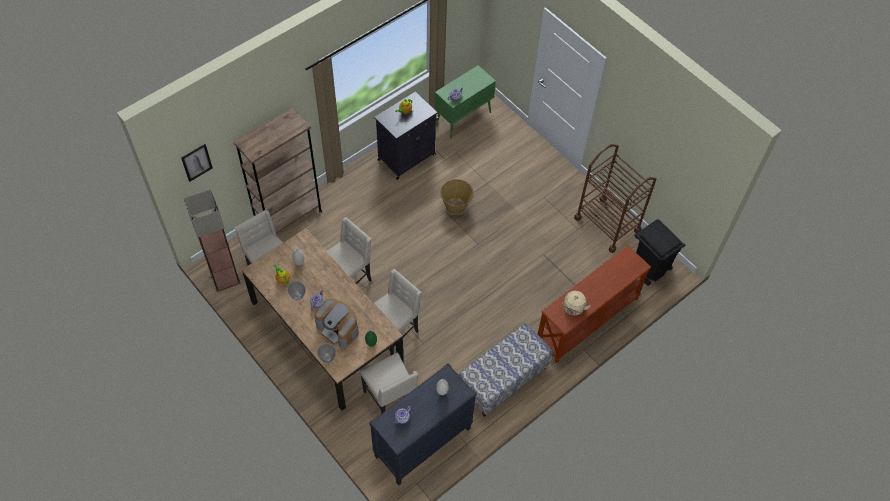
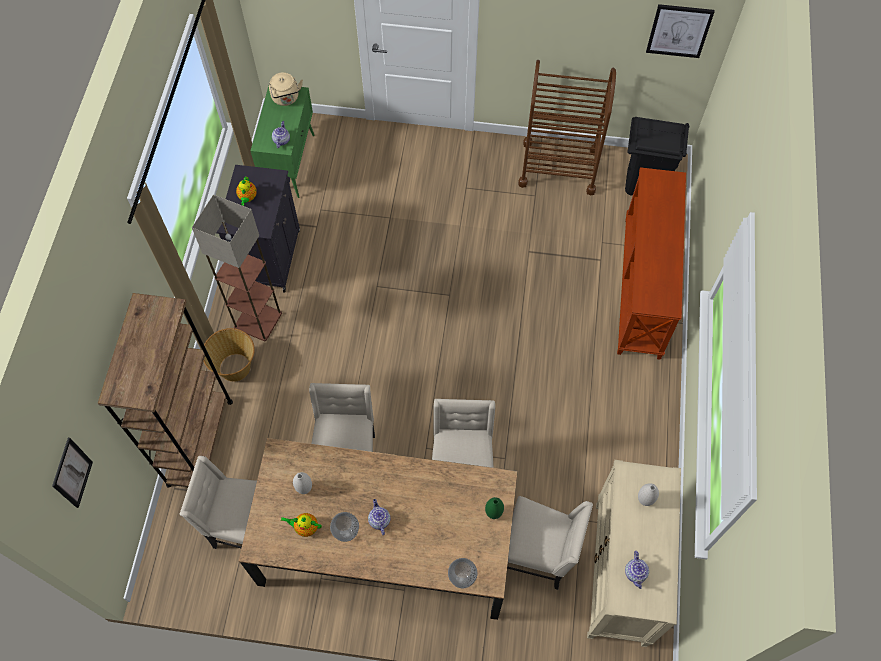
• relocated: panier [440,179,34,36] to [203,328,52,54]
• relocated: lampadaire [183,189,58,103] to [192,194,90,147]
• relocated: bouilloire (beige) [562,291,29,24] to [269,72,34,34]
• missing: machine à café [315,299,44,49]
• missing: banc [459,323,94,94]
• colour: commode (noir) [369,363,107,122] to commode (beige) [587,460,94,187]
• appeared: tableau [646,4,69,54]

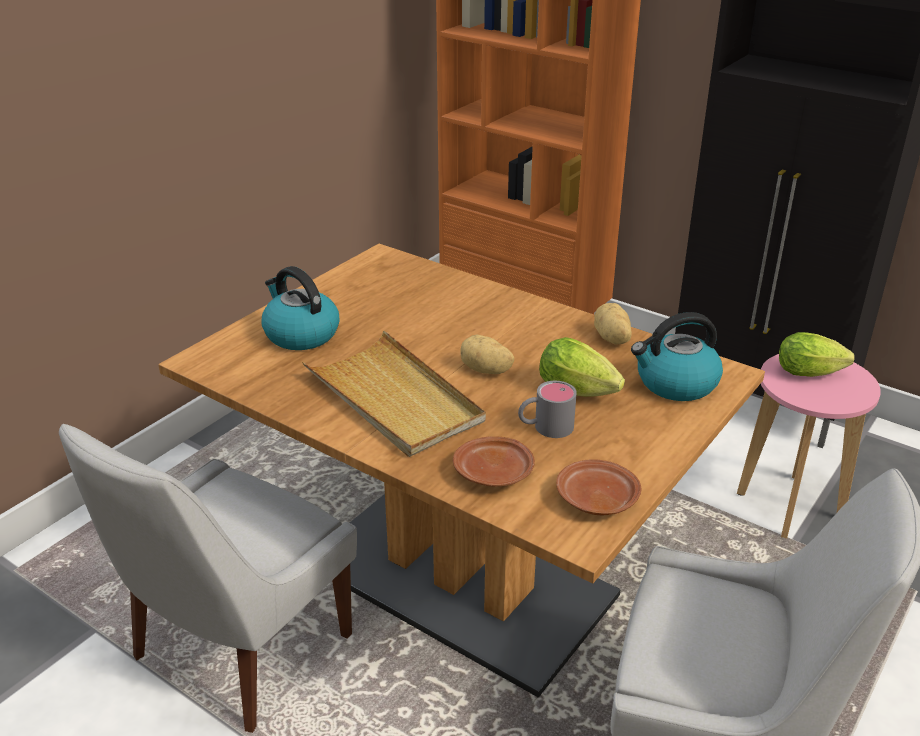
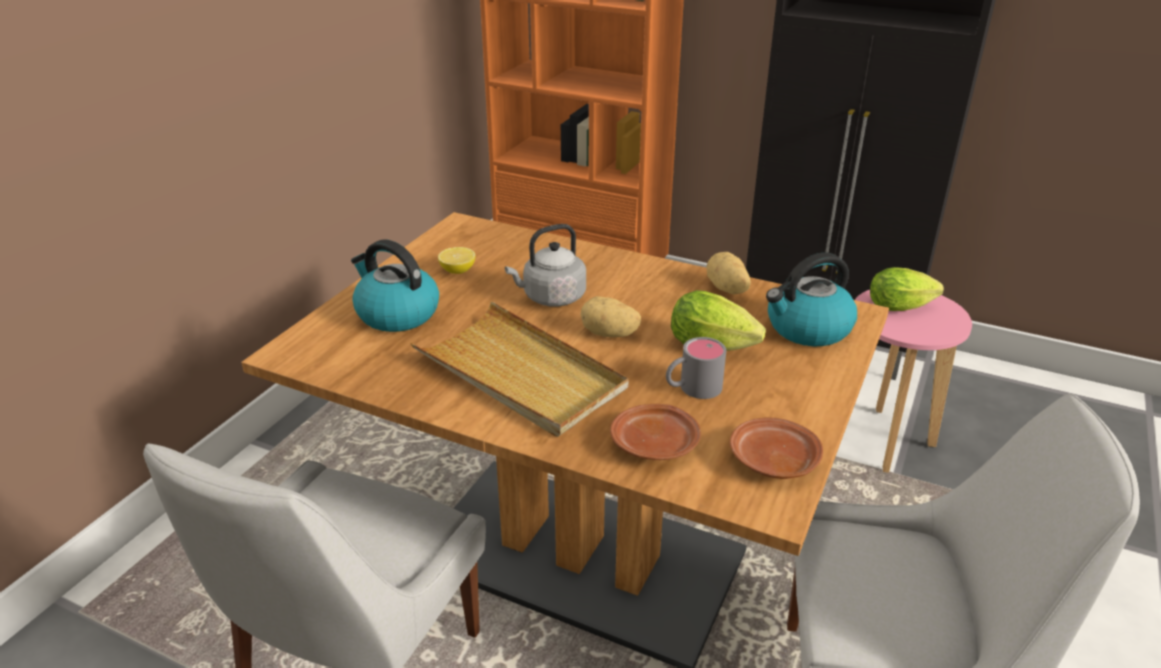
• appeared: bouilloire (gris) [505,224,81,83]
• appeared: citron [438,247,37,27]

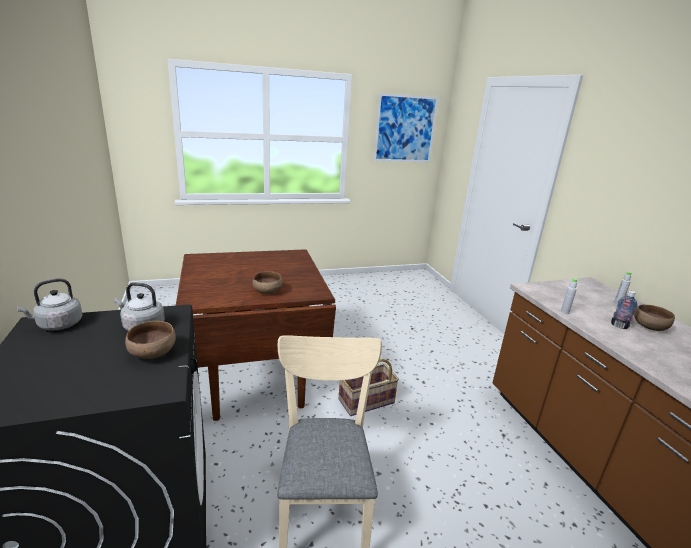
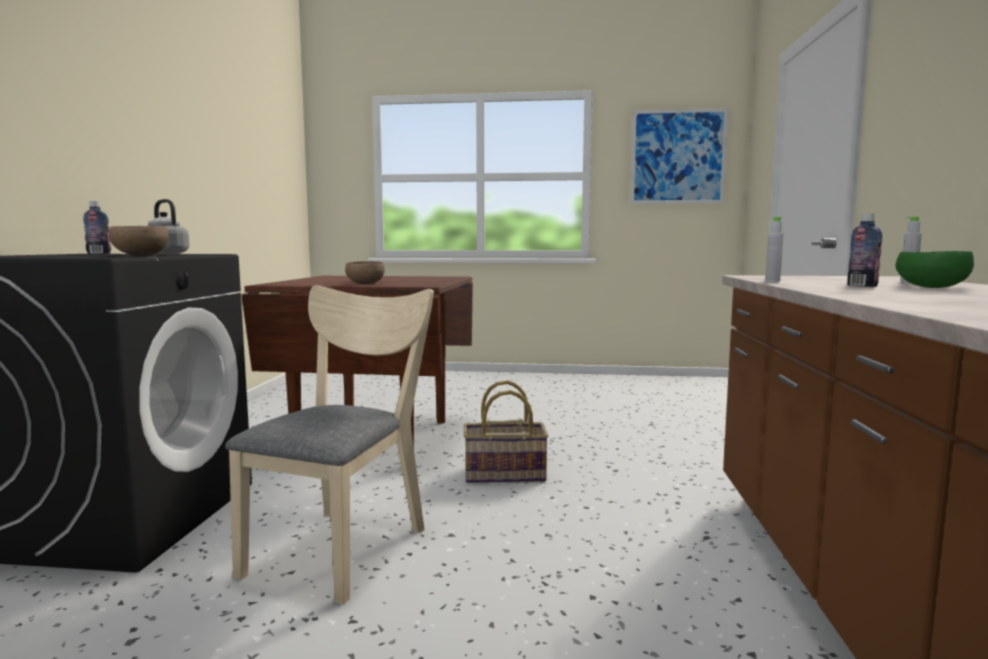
• exchanged: bouilloire (gris) [16,278,66,52] to bouteille [83,201,28,53]
• colour: bol (marron) [634,305,41,26] to bol (vert) [895,251,79,37]

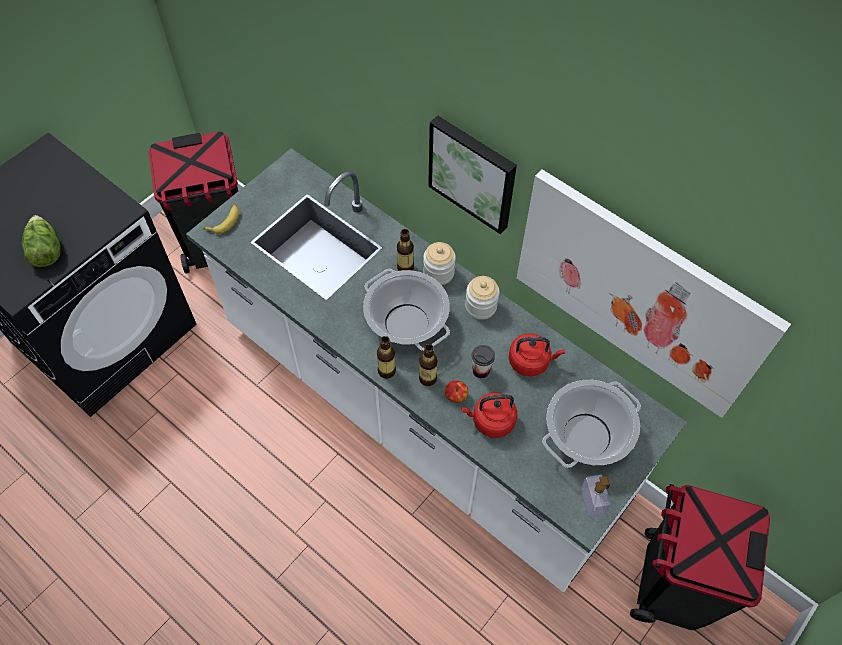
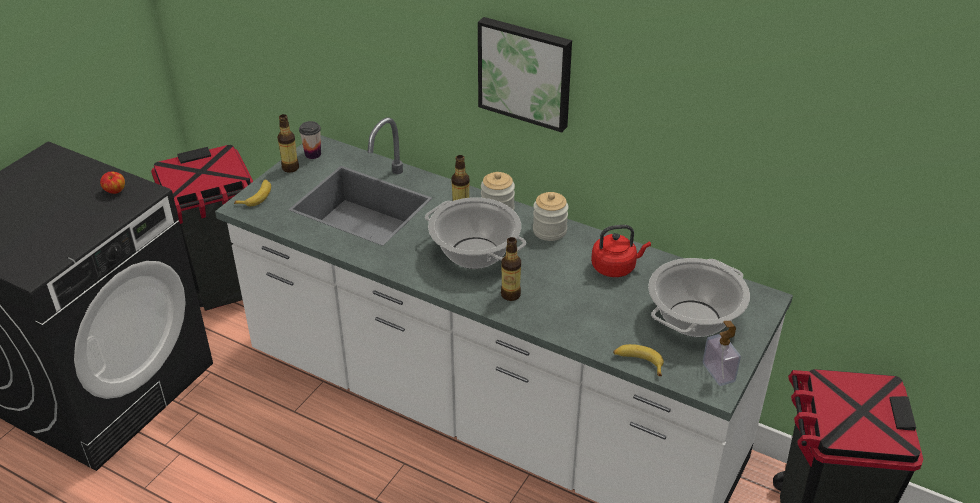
• missing: tableau [517,169,274,249]
• missing: laitue [22,215,39,52]
• relocated: bouteille [377,336,19,43] to [277,114,22,59]
• relocated: tasse [472,345,23,33] to [299,121,22,38]
• relocated: pomme [445,381,23,22] to [100,172,25,22]
• missing: bouilloire (rouge) [461,392,56,46]
• appeared: banane [613,344,51,32]

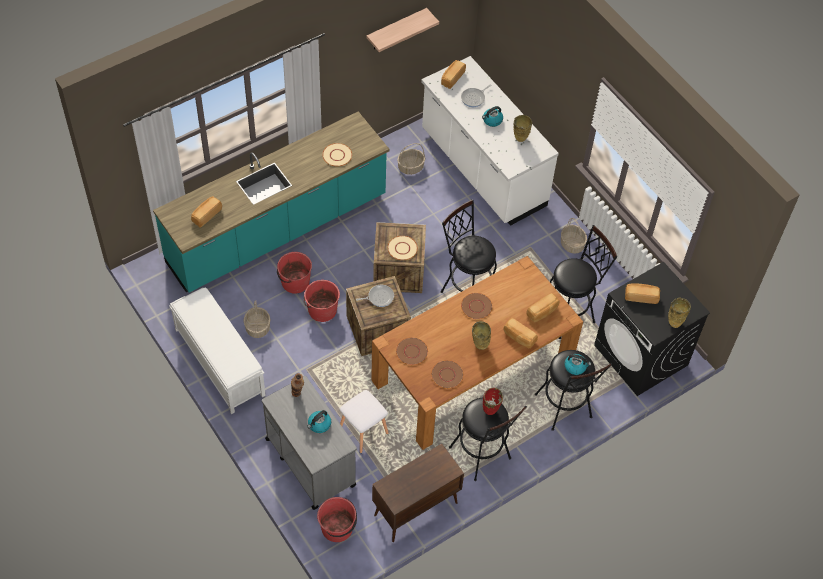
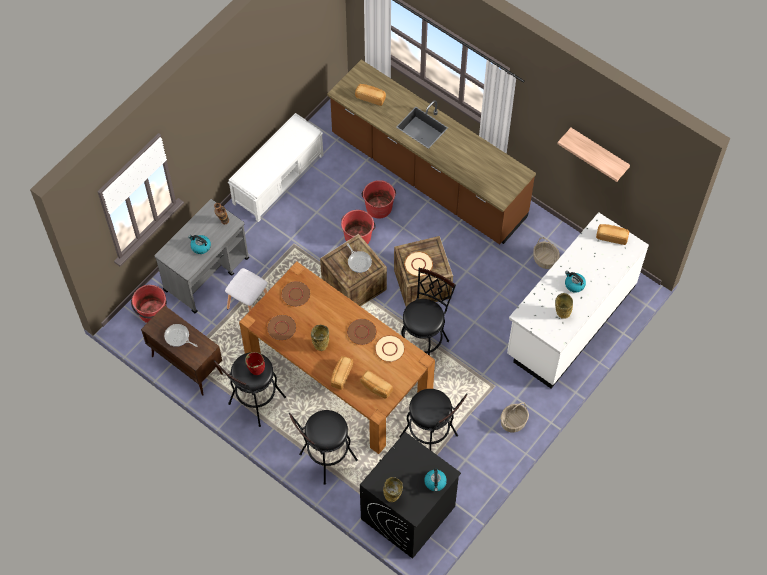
• relocated: poêle [461,84,30,23] to [164,324,33,23]
• colour: comptoir de cuisine (turquoise) [153,111,236,182] to comptoir de cuisine (marron) [327,60,209,184]
• relocated: assiette (beige) [322,143,30,23] to [375,335,30,27]
• missing: pain [625,283,35,21]
• missing: panier [244,301,26,37]
• relocated: bouilloire [565,354,26,21] to [424,468,23,24]

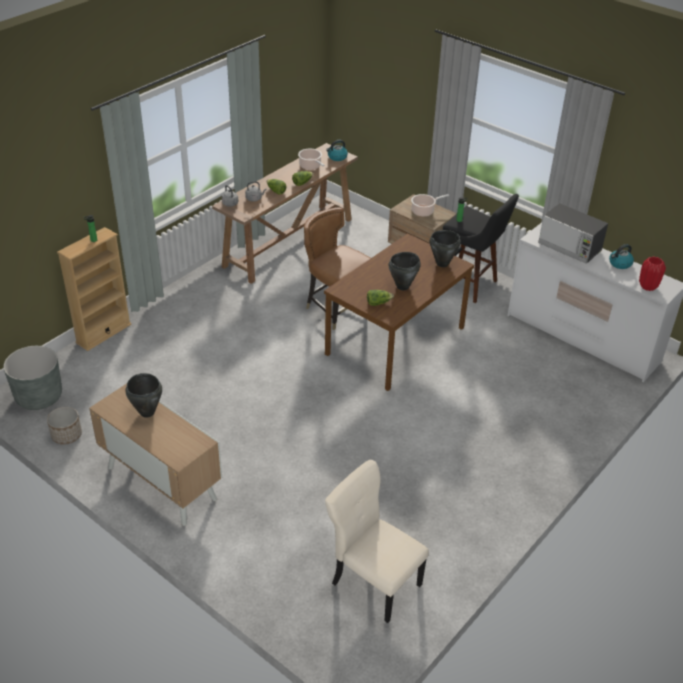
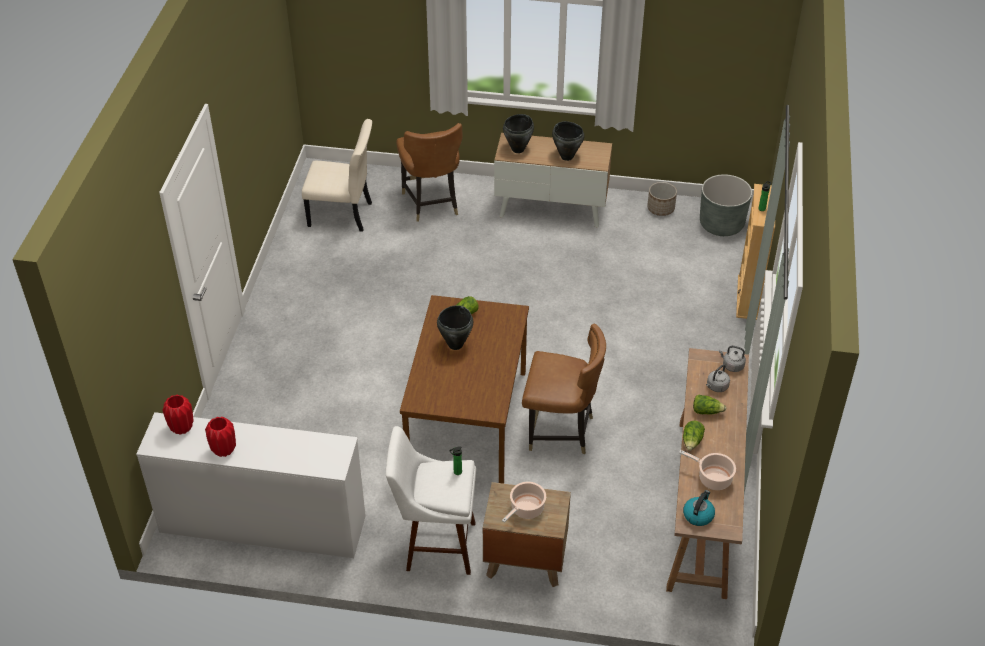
• colour: tabouret (noir) [443,194,76,109] to tabouret (blanc) [386,426,90,149]
• missing: micro-ondes [538,203,70,61]
• relocated: marmite (noir) [430,230,31,37] to [503,114,31,39]
• exchanged: bouilloire [609,244,25,25] to vase (rouge) [205,417,31,40]
• appeared: chaise (marron) [396,123,67,99]

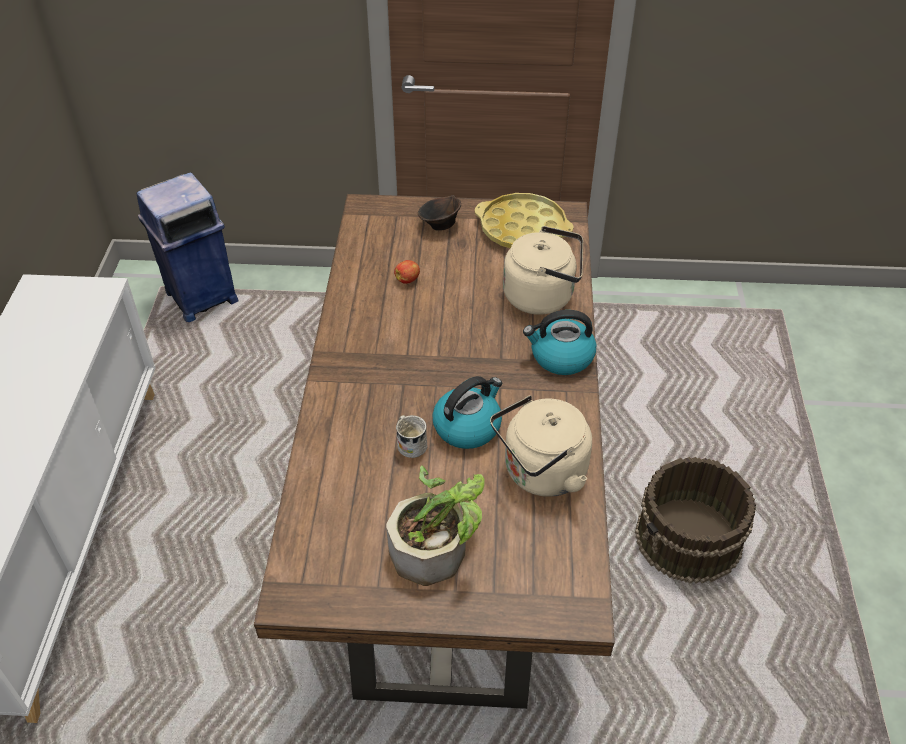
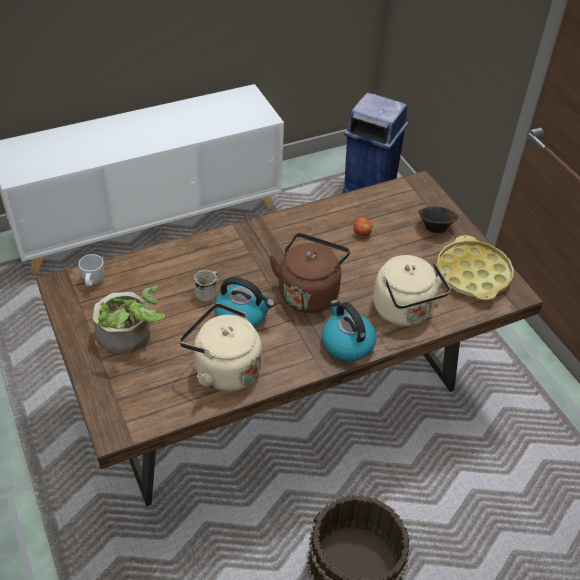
• appeared: bouilloire (marron) [269,233,81,80]
• appeared: mug (blanc) [79,254,25,32]

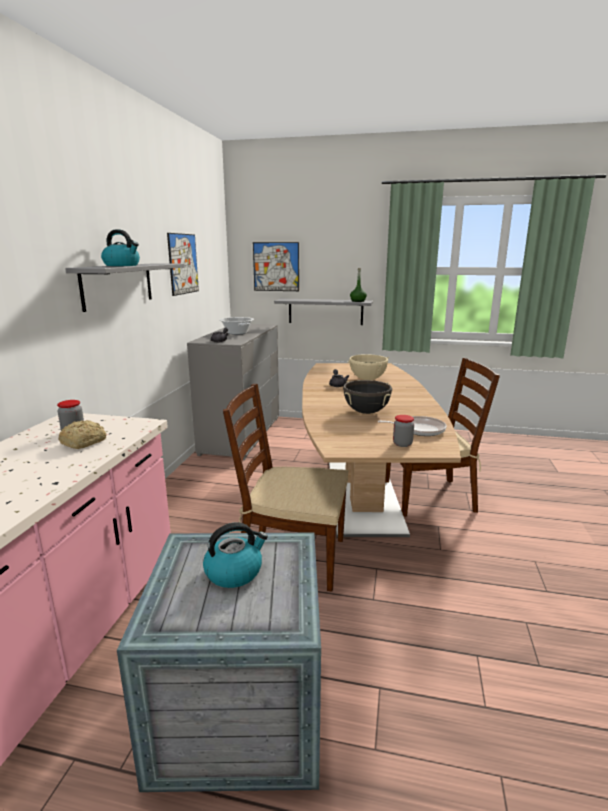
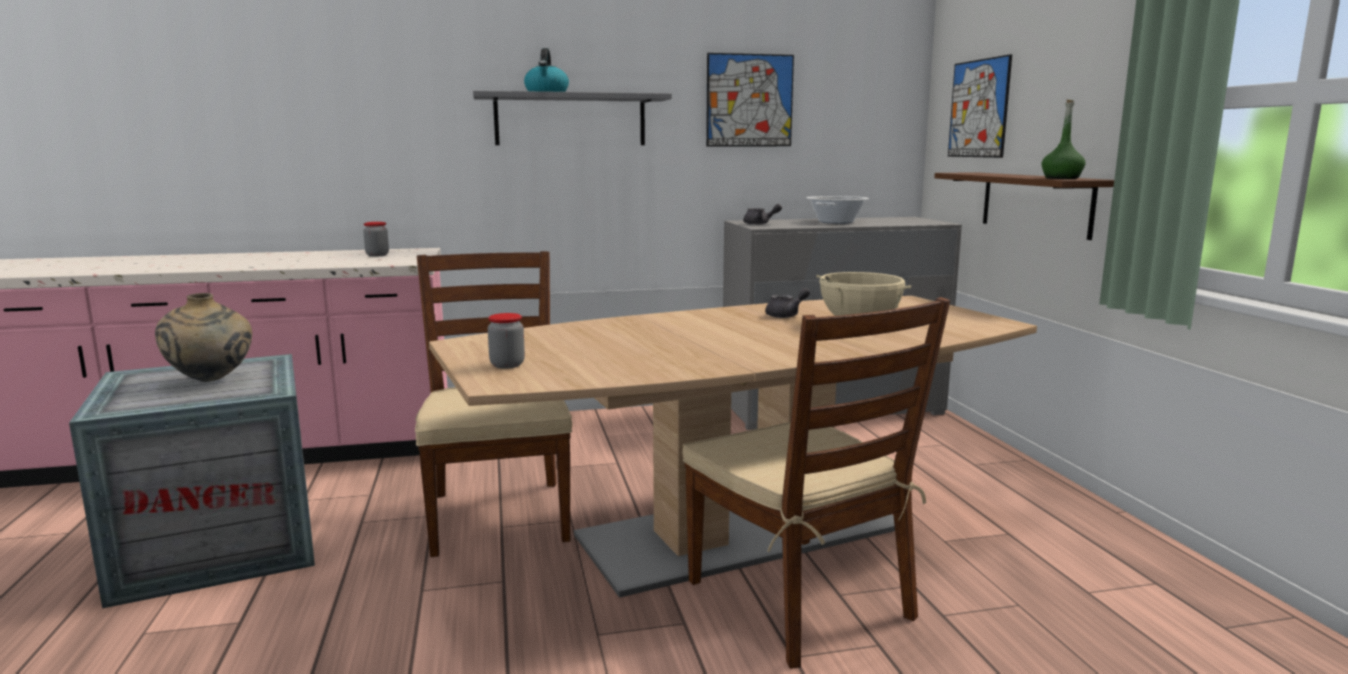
• colour: étagère (gris) [274,299,99,26] to étagère (marron) [934,172,180,68]
• missing: marmite (noir) [343,380,49,34]
• missing: poêle [378,416,69,20]
• missing: pain [58,420,49,29]
• exchanged: bouilloire [203,522,65,66] to vase (beige) [155,293,97,89]

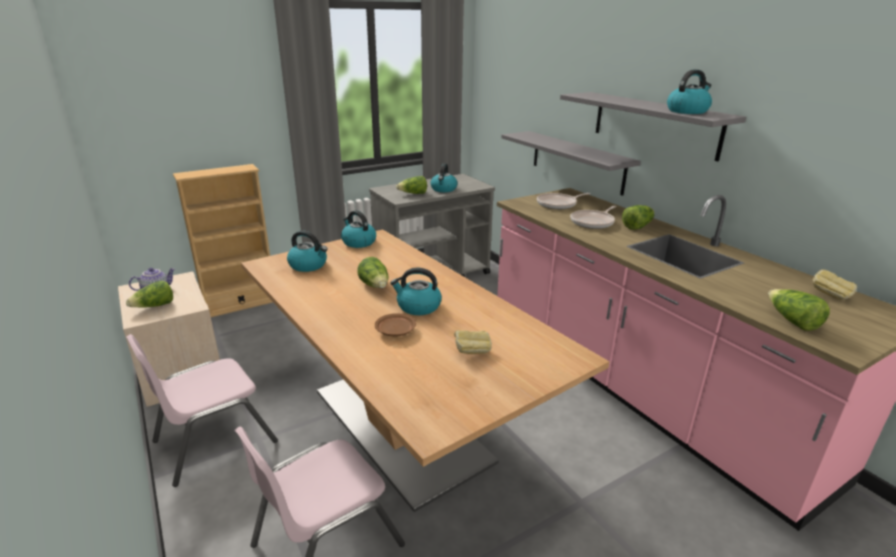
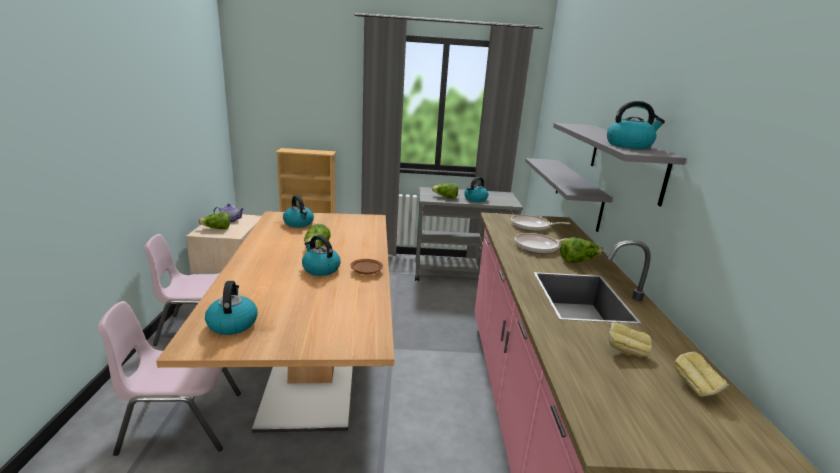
• relocated: bouilloire [341,210,35,38] to [205,281,53,54]
• missing: laitue [768,289,62,42]
• relocated: assiette (marron) [375,313,41,24] to [351,259,32,16]
• relocated: pain [454,330,38,24] to [608,322,44,35]

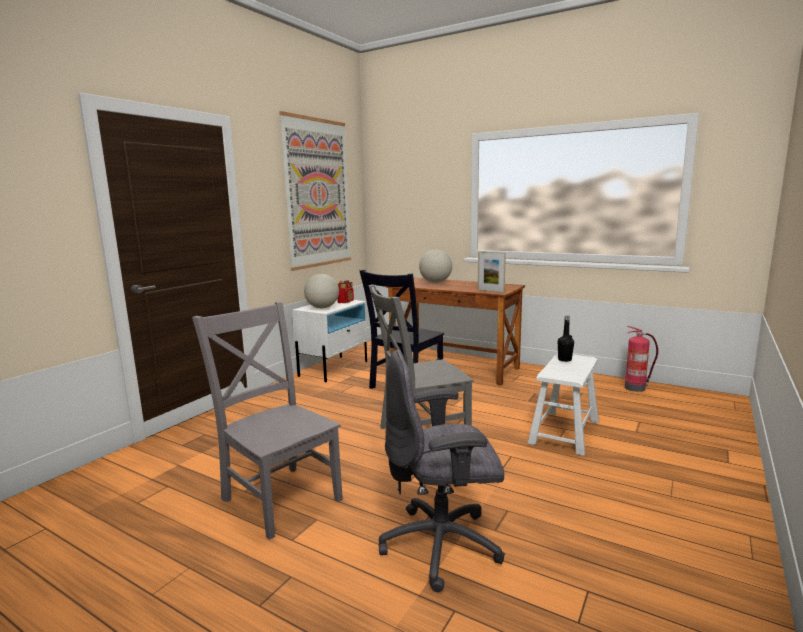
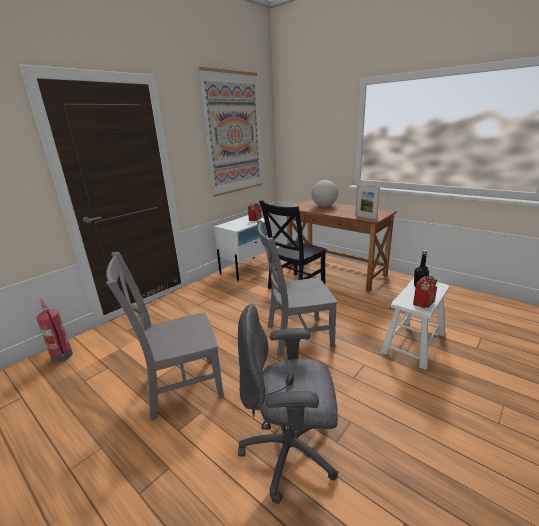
• missing: globe [304,274,35,34]
• spun: chaise (gris) [192,301,151,239] = [106,252,118,169] 75 degrees counterclockwise
• relocated: extincteur [625,326,33,66] to [36,299,37,63]
• appeared: radio [413,276,24,32]

